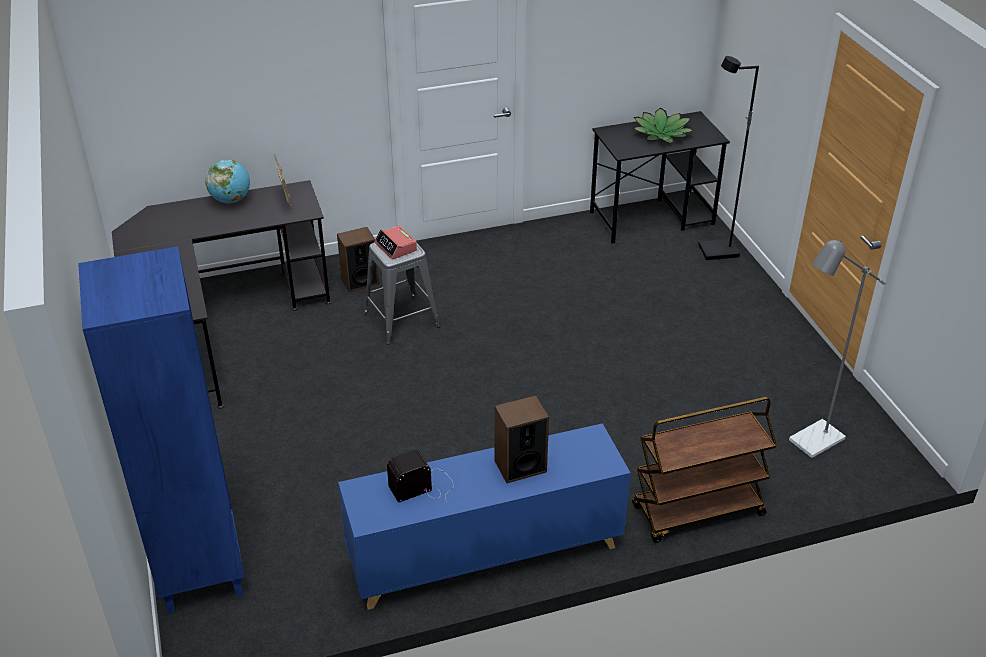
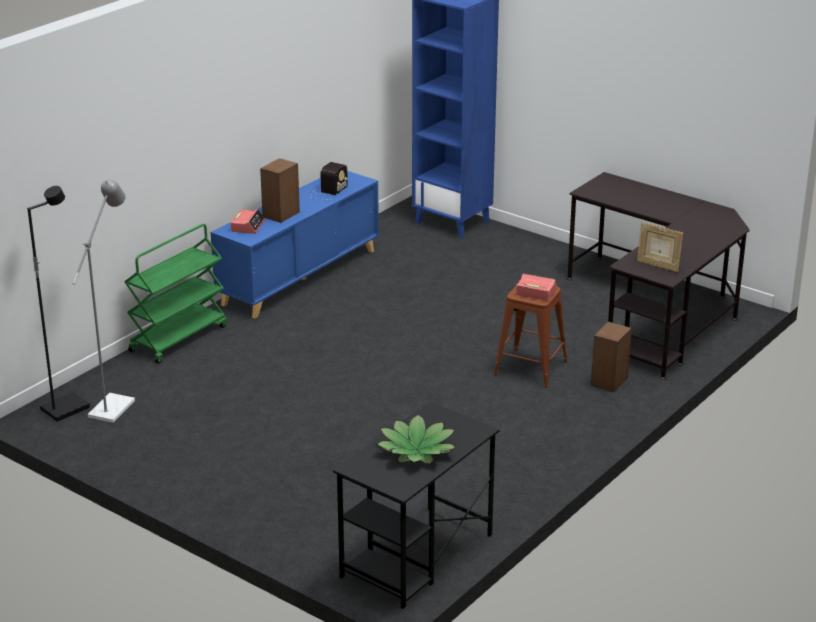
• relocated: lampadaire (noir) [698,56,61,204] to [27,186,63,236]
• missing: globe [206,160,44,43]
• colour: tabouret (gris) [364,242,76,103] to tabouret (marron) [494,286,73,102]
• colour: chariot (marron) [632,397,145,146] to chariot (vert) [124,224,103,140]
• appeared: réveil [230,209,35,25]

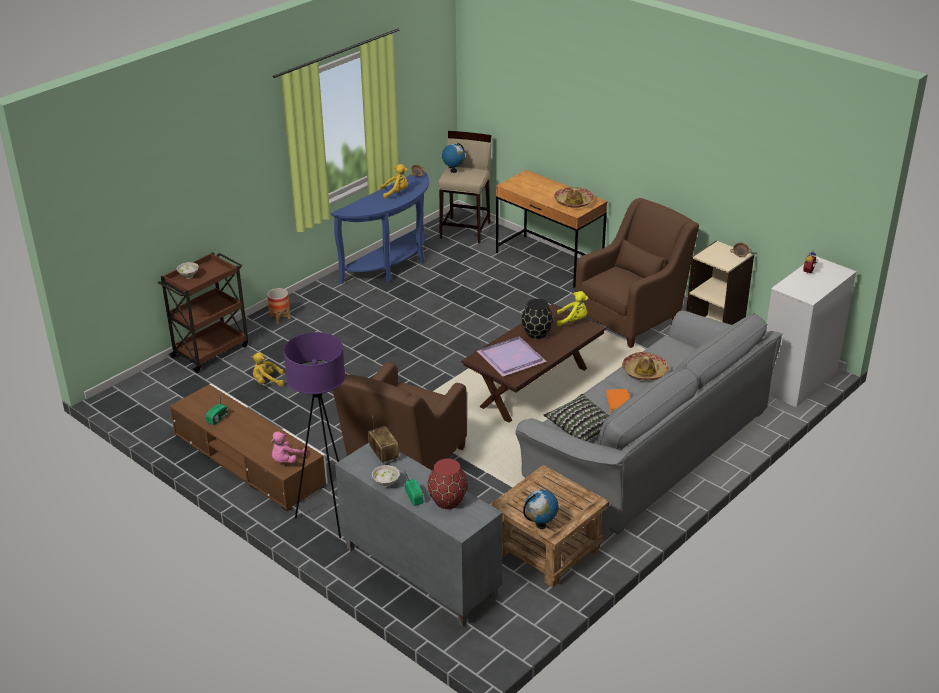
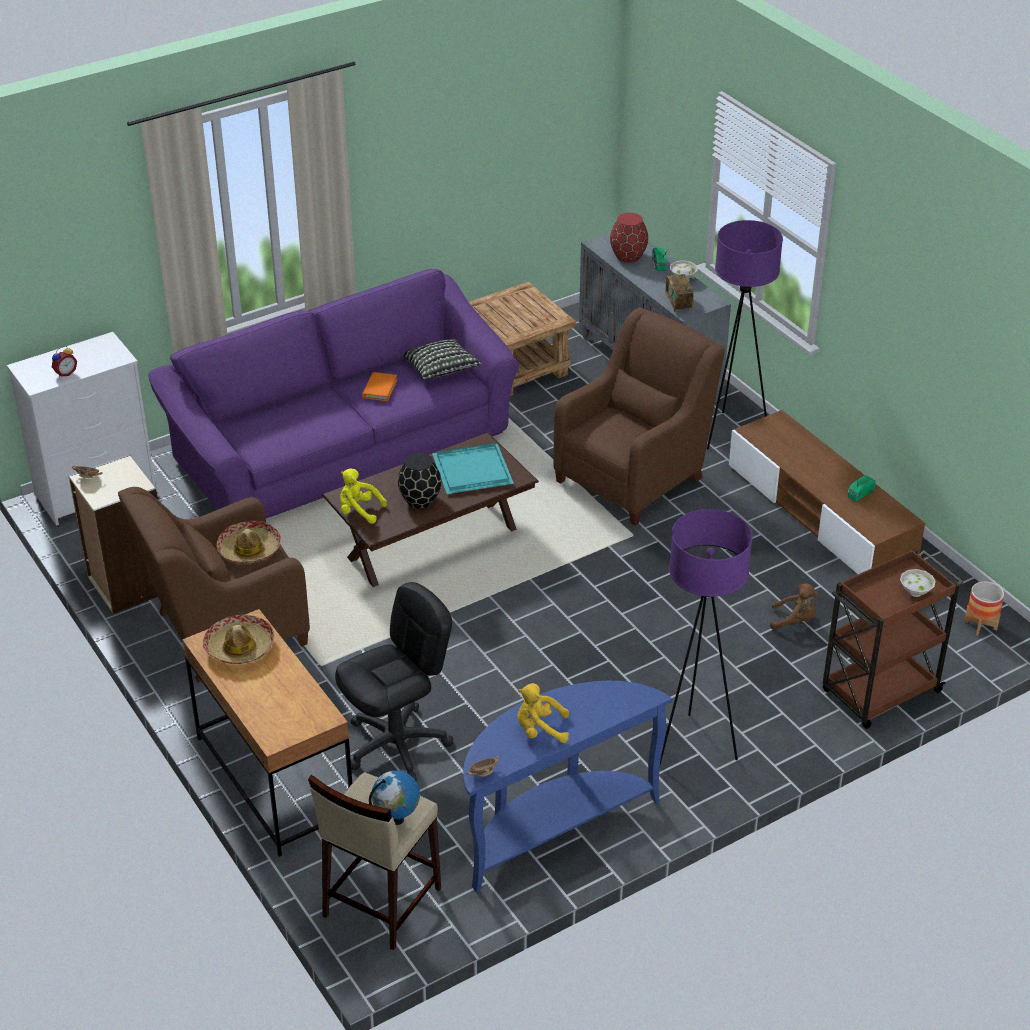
• relocated: cache-pot [267,288,24,36] to [964,581,40,54]
• colour: canapé (gris) [515,310,267,224] to canapé (violet) [148,269,371,249]
• colour: plateau (violet) [477,336,70,41] to plateau (turquoise) [432,443,82,51]
• colour: peluche (jaune) [251,352,33,34] to peluche (marron) [770,583,48,47]
• relocated: chapeau [622,352,47,29] to [217,521,64,43]
• missing: peluche (rose) [271,432,36,31]
• missing: globe [523,490,36,39]
• appeared: lampadaire (violet) [660,509,93,256]
• appeared: chaise de bureau (noir) [335,582,118,199]

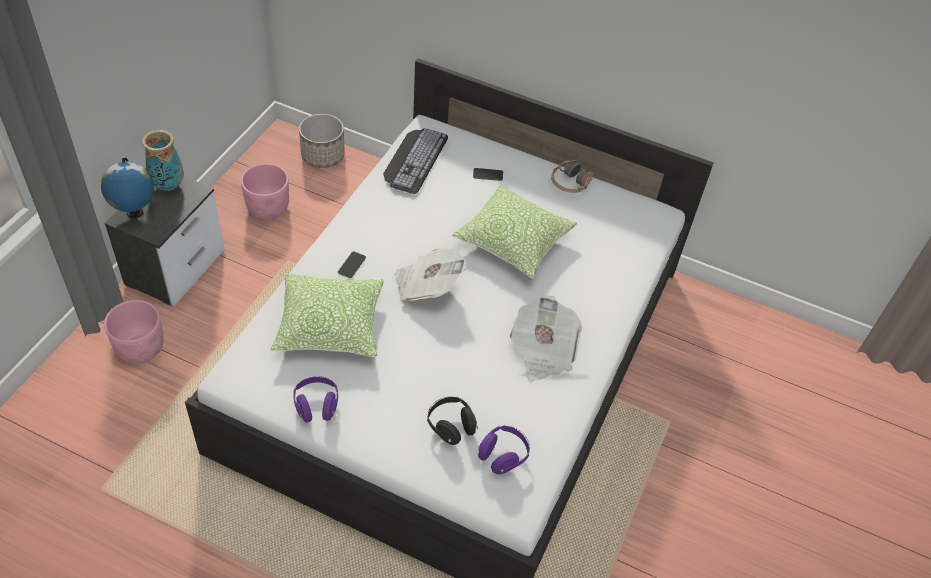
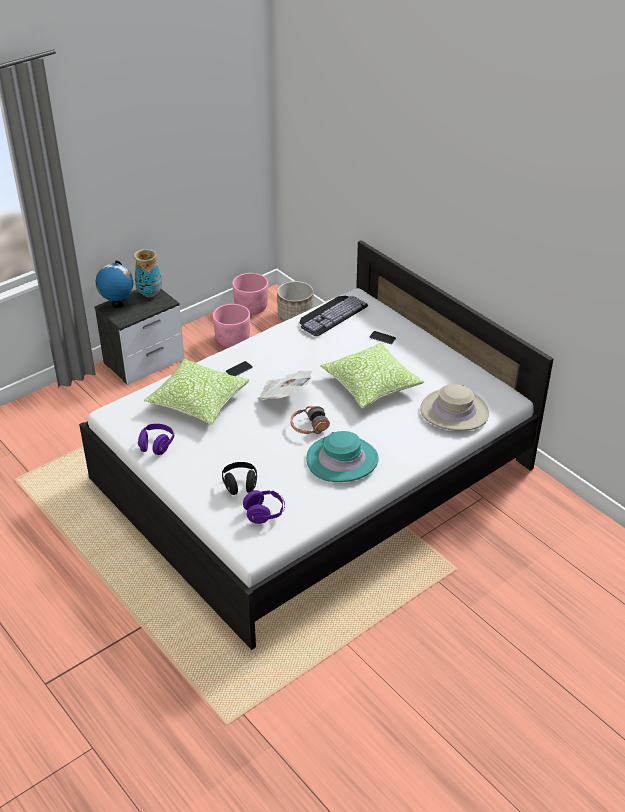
• relocated: casque audio [551,160,42,33] to [290,406,40,28]
• exchanged: journal [510,295,72,86] to chapeau (turquoise) [306,431,72,51]
• relocated: cache-pot (rose) [104,300,60,64] to [232,273,36,42]
• appeared: chapeau (beige) [420,384,69,47]

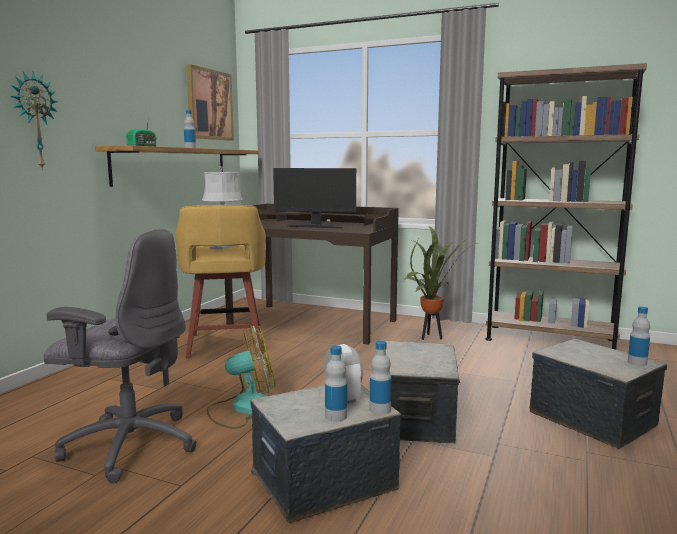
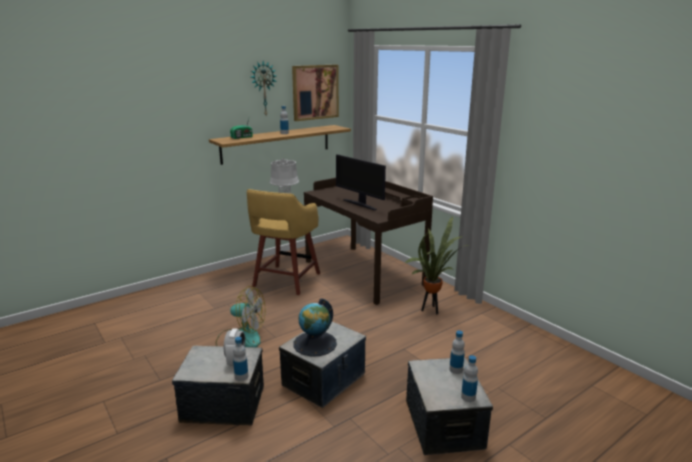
• missing: bibliothèque (marron) [485,63,162,287]
• relocated: horloge murale [11,72,47,98] to [251,61,25,54]
• missing: chaise de bureau (gris) [44,229,153,254]
• relocated: bouteille [325,345,22,77] to [449,330,16,44]
• appeared: globe [294,298,43,59]

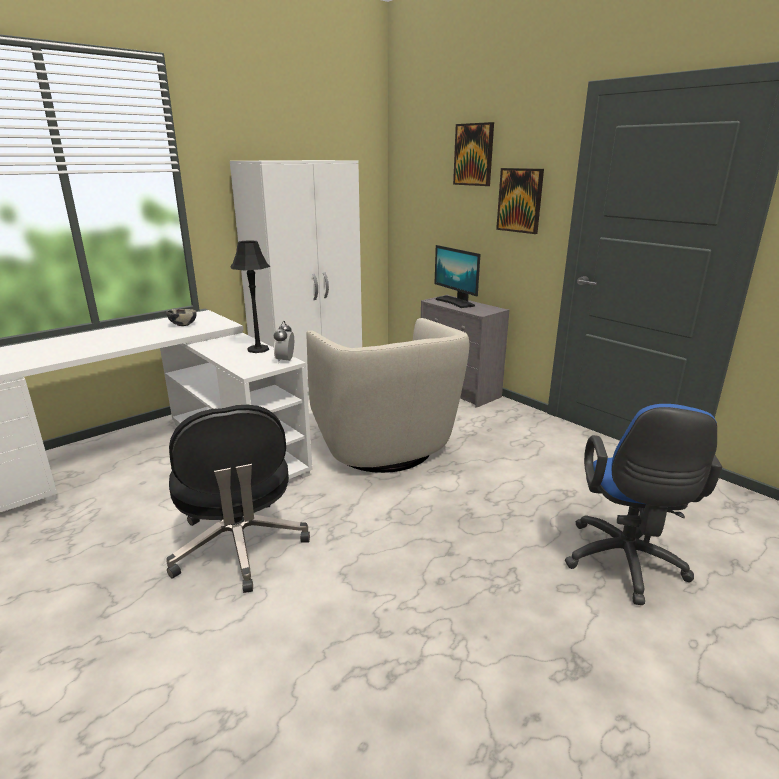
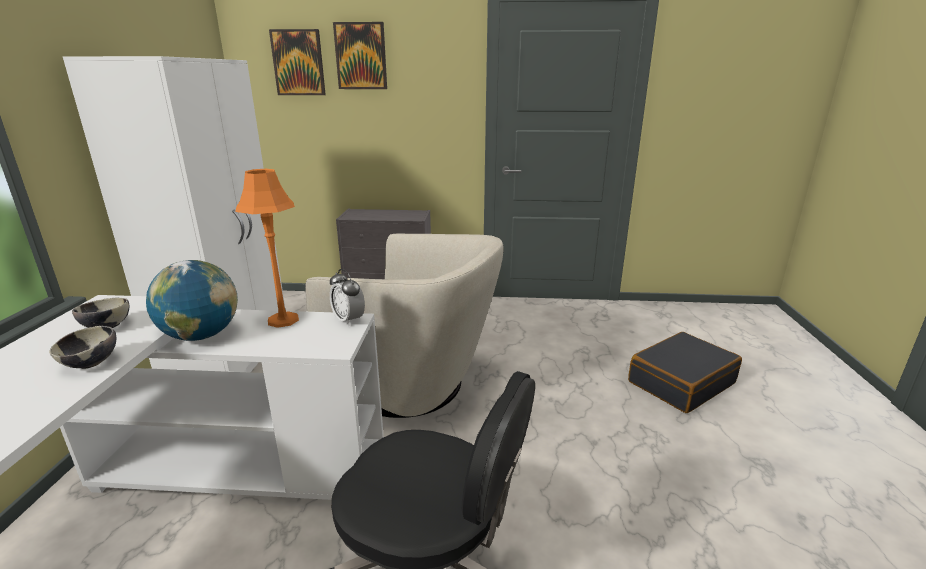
• relocated: tableau [496,168,48,66] to [269,29,57,66]
• colour: lampe de table (noir) [230,240,40,113] to lampe de table (orange) [235,169,64,159]
• missing: écran d'ordinateur [434,245,46,63]
• exchanged: chaise de bureau (bleu) [565,404,157,201] to valise (noir) [628,332,114,81]
• appeared: globe [146,260,92,81]
• appeared: bol [49,326,67,43]

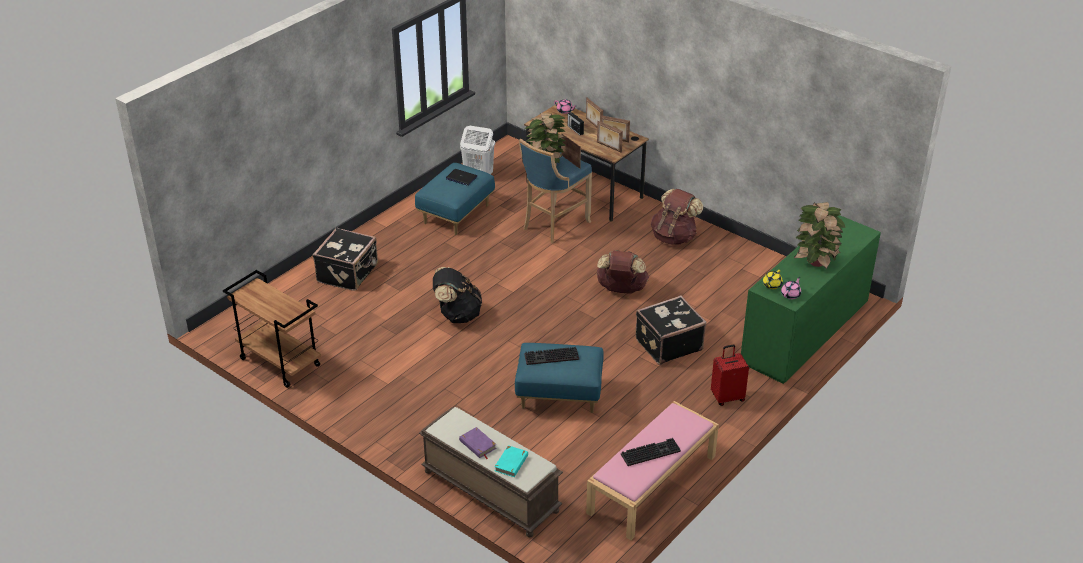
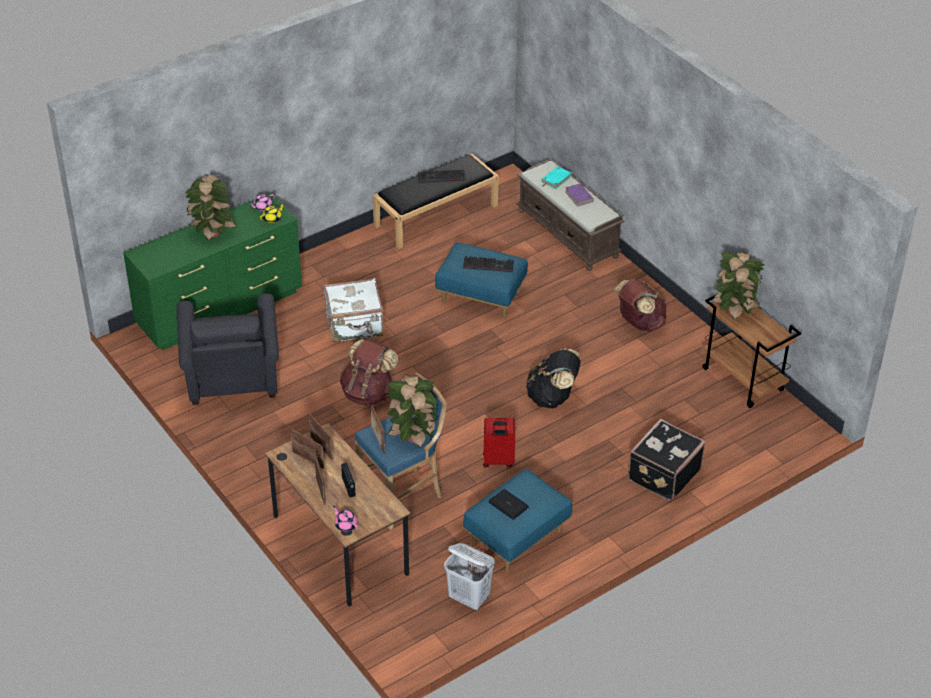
• relocated: sac à dos (marron) [651,188,52,57] to [613,280,54,52]
• colour: valise (noir) [635,295,72,70] to valise (blanc) [324,278,60,64]
• relocated: valise (rouge) [711,345,38,61] to [483,418,32,50]
• colour: banc (rose) [586,401,133,139] to banc (noir) [373,154,126,95]
• appeared: plante en pot [710,251,54,69]
• appeared: fauteuil (gris) [176,294,103,111]

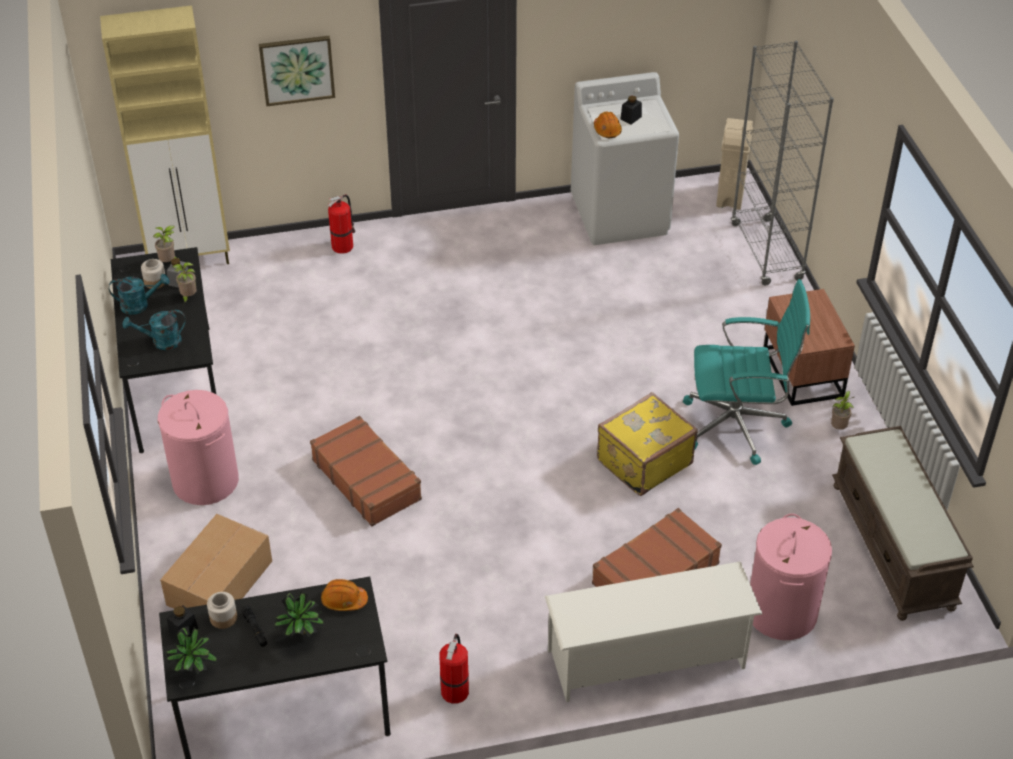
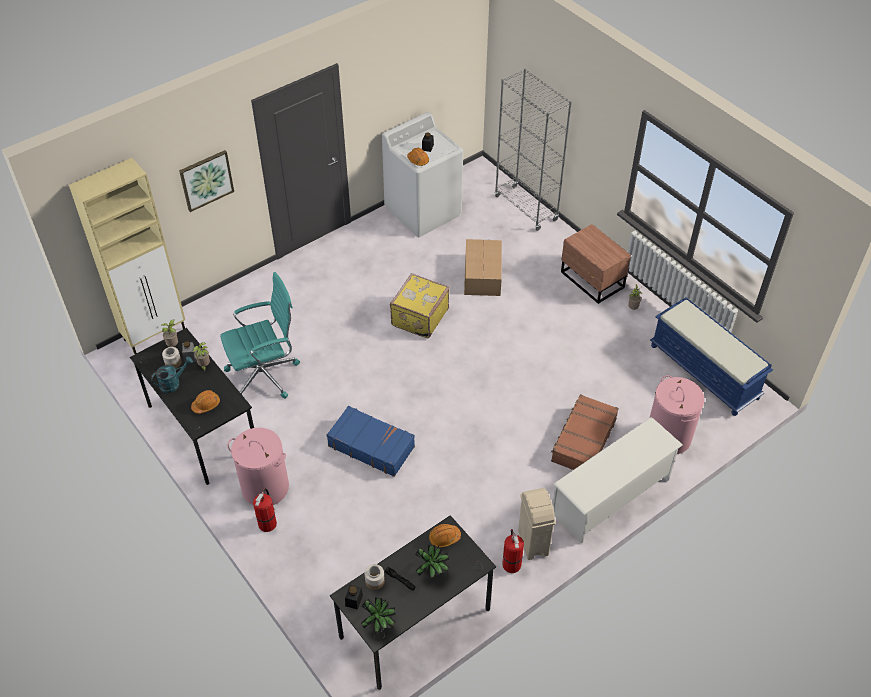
• relocated: poubelle (beige) [716,118,37,92] to [518,488,38,72]
• relocated: extincteur [328,194,28,60] to [253,488,24,44]
• relocated: chaise de bureau (turquoise) [683,279,127,186] to [220,272,80,126]
• exchanged: arrosoir (turquoise) [123,310,63,40] to casque de chantier (orange) [191,390,29,24]
• relocated: valise (jaune) [597,392,101,104] to [390,273,60,65]
• colour: valise (marron) [310,416,112,111] to valise (bleu) [326,406,89,71]
• colour: banc (marron) [832,426,142,195] to banc (bleu) [650,297,123,119]
• relocated: carton [160,514,112,95] to [464,239,38,57]

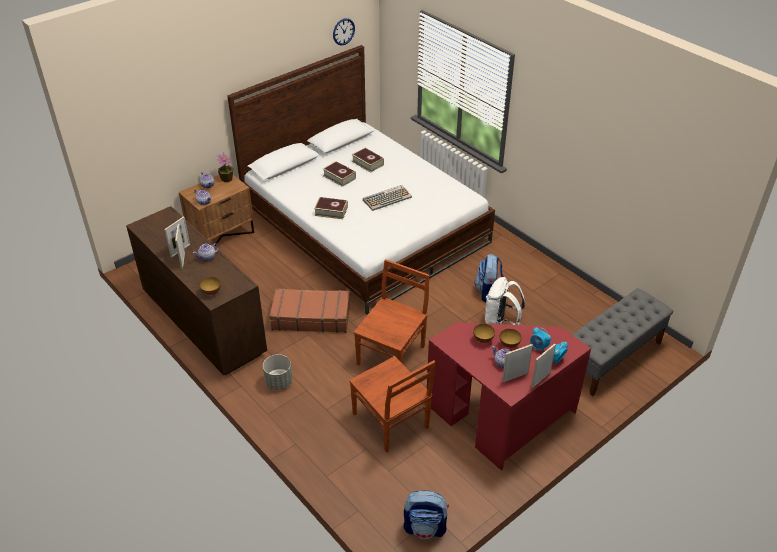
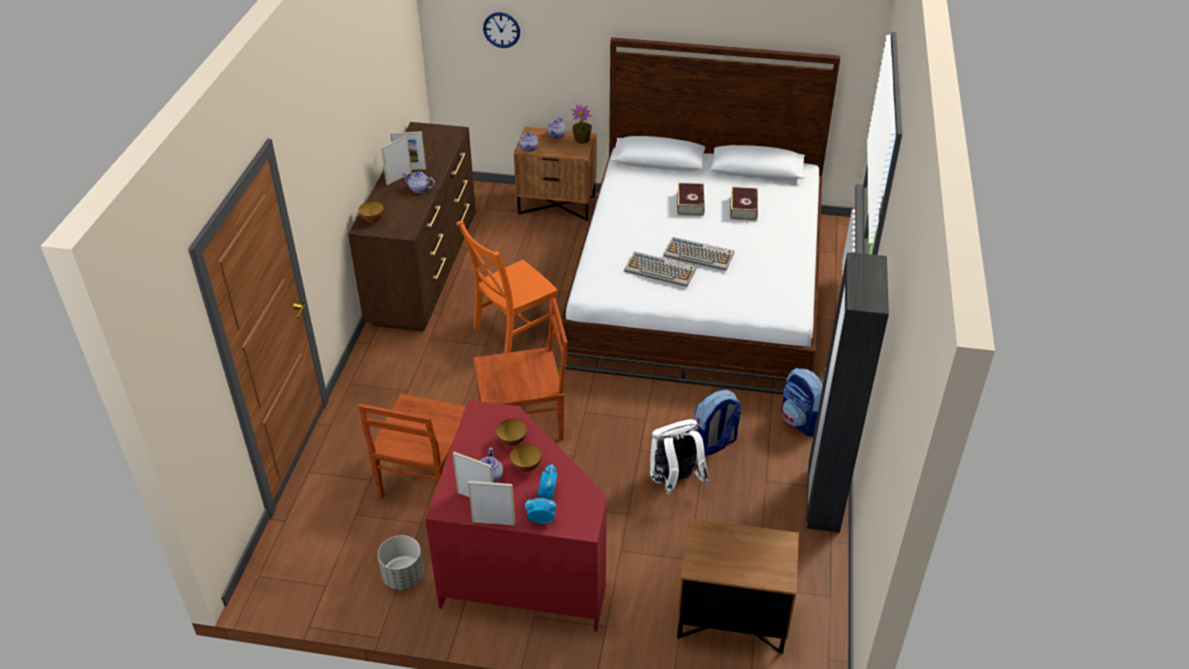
• relocated: horloge murale [333,18,22,28] to [483,12,37,36]
• missing: livre [314,197,34,22]
• exchanged: valise (marron) [269,288,81,45] to chaise (orange) [457,220,101,133]
• exchanged: banc (gris) [572,288,101,109] to table de chevet (marron) [677,518,122,136]
• relocated: cache-pot (gris) [263,354,30,36] to [378,535,46,55]
• relocated: sac à dos [404,490,45,49] to [781,368,42,69]
• appeared: clavier [624,252,72,35]
• appeared: armoire (noir) [806,252,83,281]

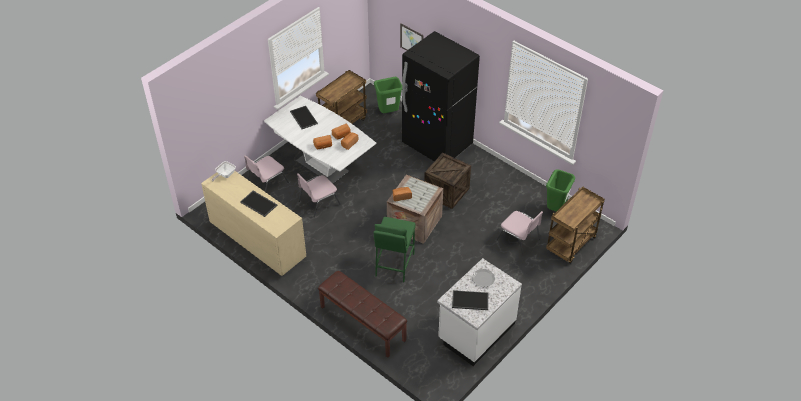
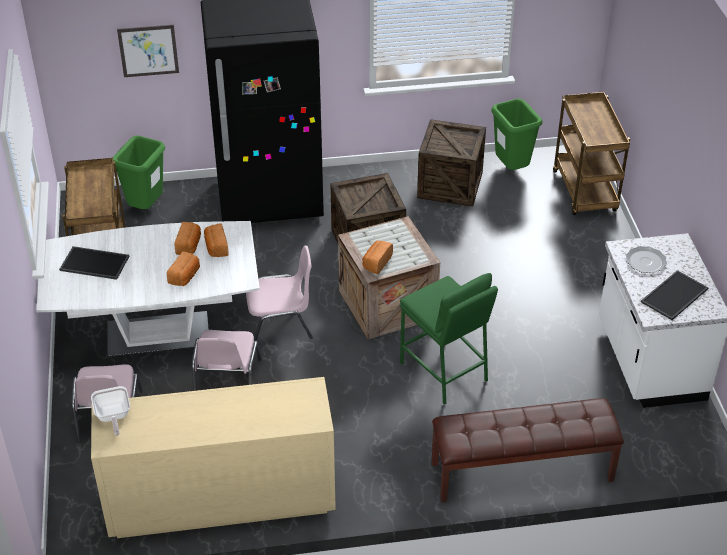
• missing: plateau [240,191,38,26]
• relocated: chaise (rose) [496,211,47,45] to [246,246,67,99]
• appeared: caisse [417,119,69,87]

